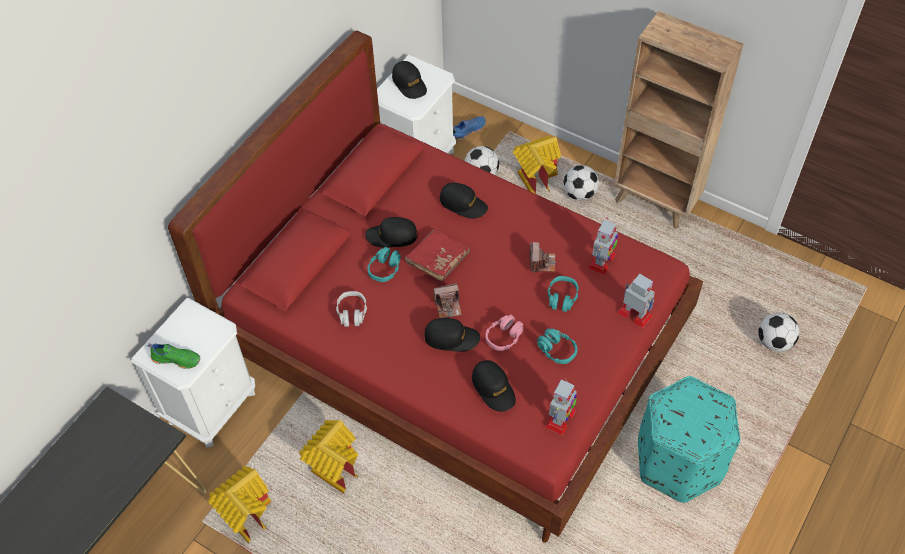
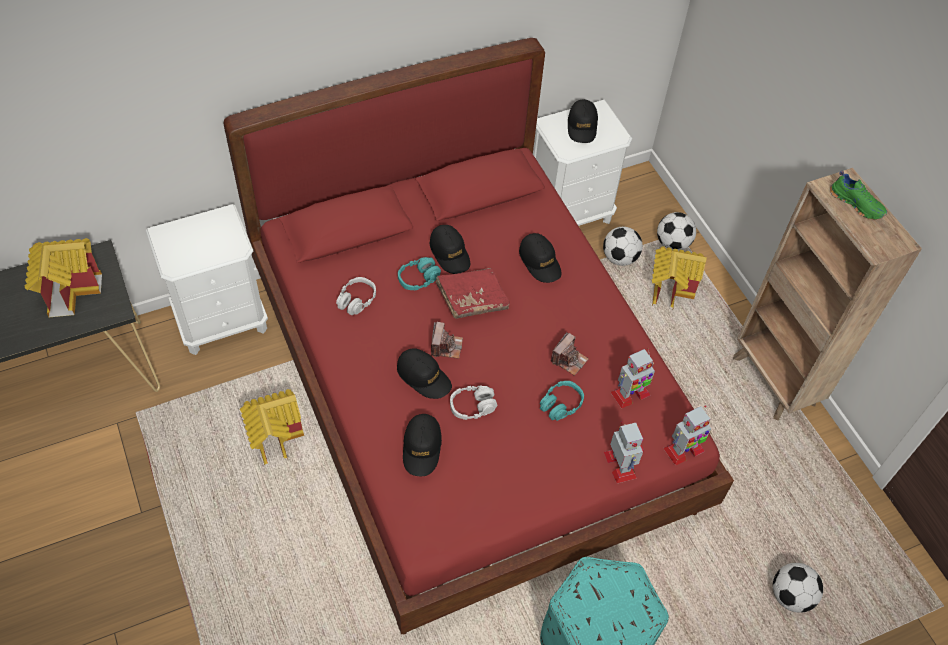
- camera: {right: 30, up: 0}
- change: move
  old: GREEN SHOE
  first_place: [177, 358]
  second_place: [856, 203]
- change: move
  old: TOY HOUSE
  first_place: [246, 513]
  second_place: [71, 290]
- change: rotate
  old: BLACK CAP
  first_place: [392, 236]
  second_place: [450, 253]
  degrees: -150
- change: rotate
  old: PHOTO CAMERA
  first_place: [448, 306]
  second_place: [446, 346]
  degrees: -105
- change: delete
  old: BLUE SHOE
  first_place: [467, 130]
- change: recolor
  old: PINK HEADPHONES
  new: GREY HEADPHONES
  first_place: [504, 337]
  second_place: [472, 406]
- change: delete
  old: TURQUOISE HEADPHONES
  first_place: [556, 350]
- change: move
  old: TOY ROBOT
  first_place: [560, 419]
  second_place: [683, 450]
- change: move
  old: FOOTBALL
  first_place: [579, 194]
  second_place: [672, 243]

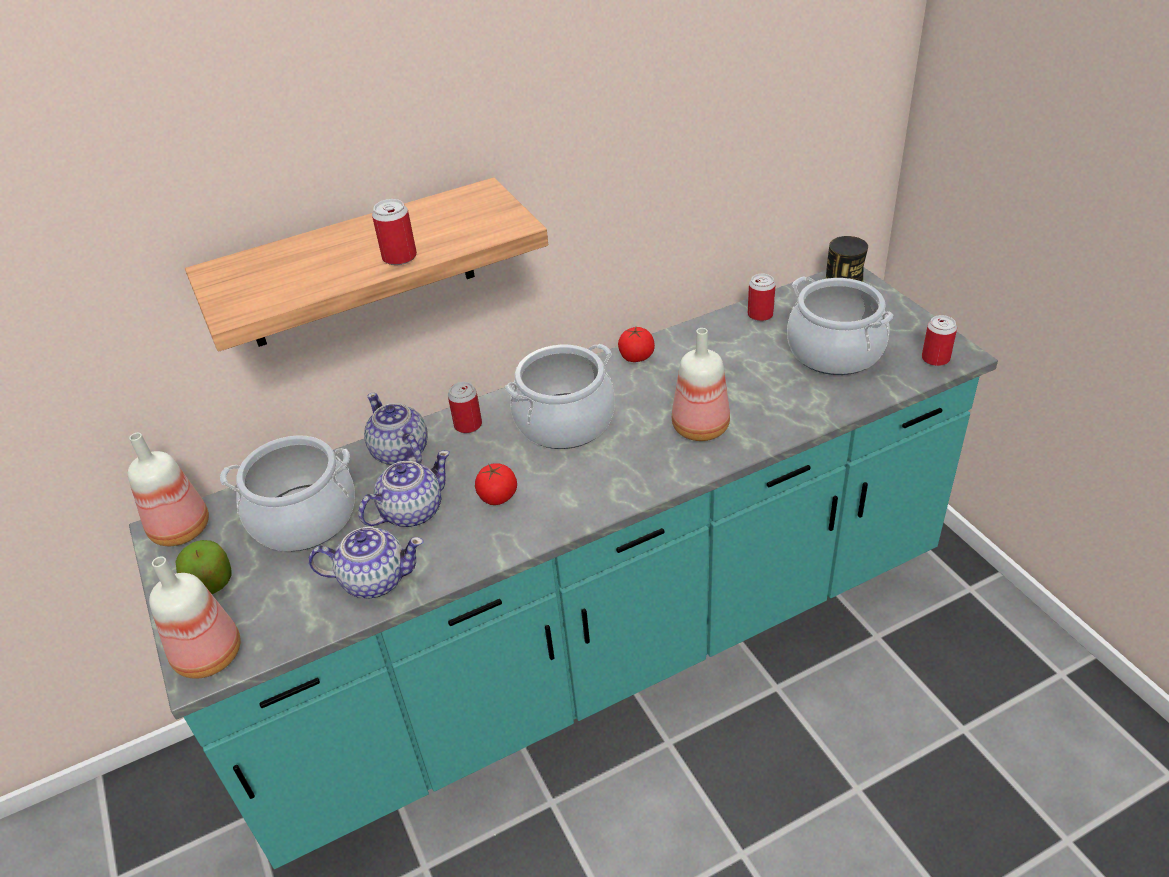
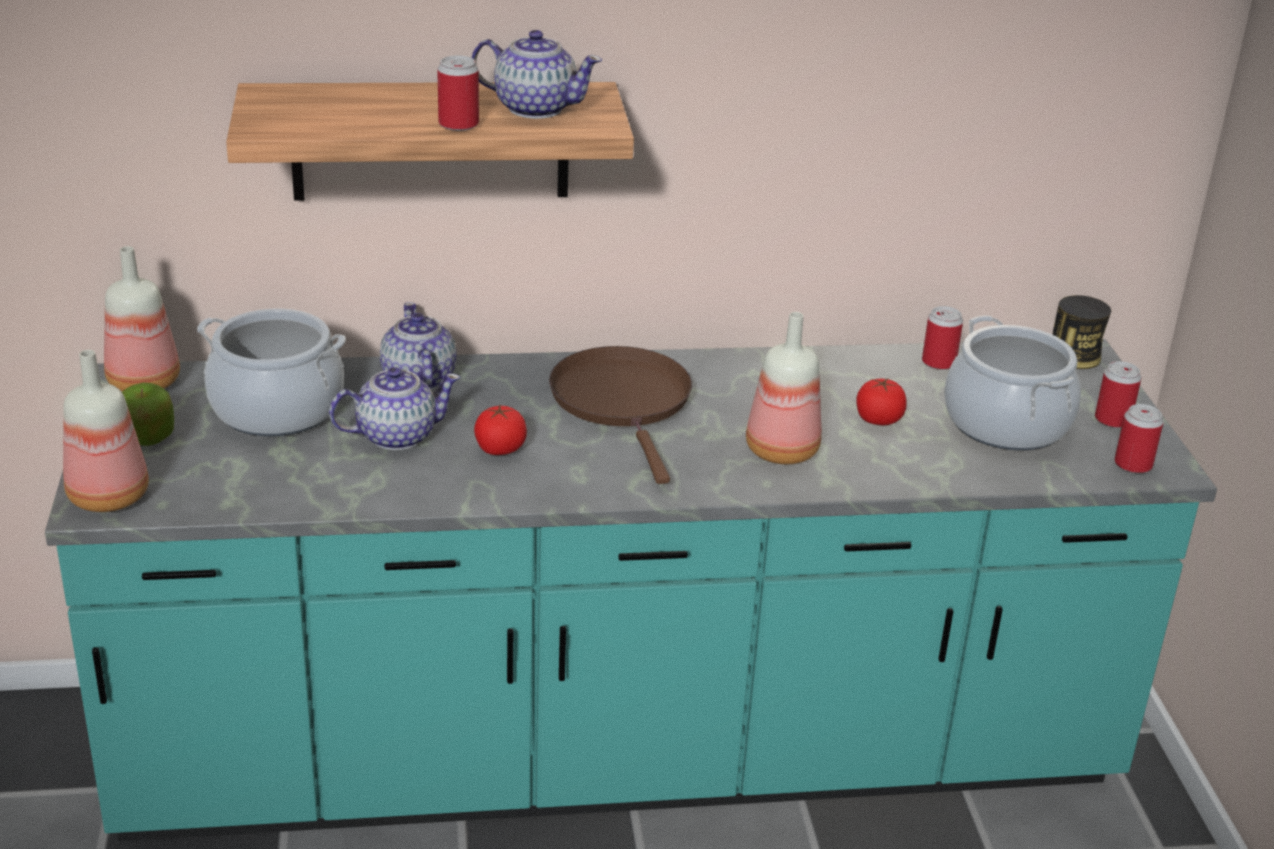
- camera: {right: 15, up: -10}
- change: move
  old: TEAPOT
  first_place: [374, 579]
  second_place: [534, 108]
- change: move
  old: CAN
  first_place: [468, 425]
  second_place: [1112, 420]
- change: replace
  old: COOKING POT
  new: BROWN FRYING PAN
  first_place: [564, 421]
  second_place: [623, 402]
- change: move
  old: TOMATO
  first_place: [636, 357]
  second_place: [878, 420]

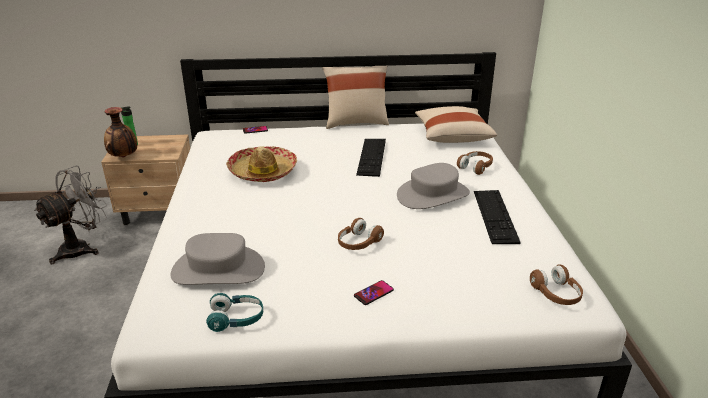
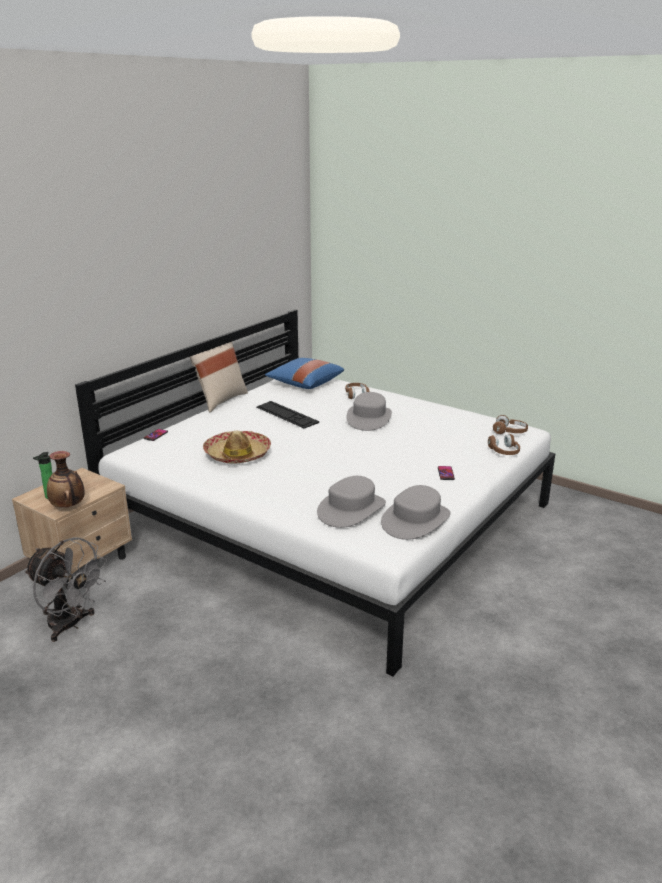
- camera: {right: -50, up: -5}
- change: rotate
  old: GREY FAN
  first_place: [82, 248]
  second_place: [71, 625]
  degrees: 135
- change: replace
  old: TURQUOISE HEADPHONES
  new: GREY HAT
  first_place: [236, 319]
  second_place: [416, 520]
- change: move
  old: BROWN HEADPHONES
  first_place: [358, 243]
  second_place: [504, 452]
- change: recolor
  old: BEIGE PILLOW
  new: BLUE PILLOW
  first_place: [452, 136]
  second_place: [304, 383]
- change: delete
  old: KEYBOARD
  first_place: [495, 216]

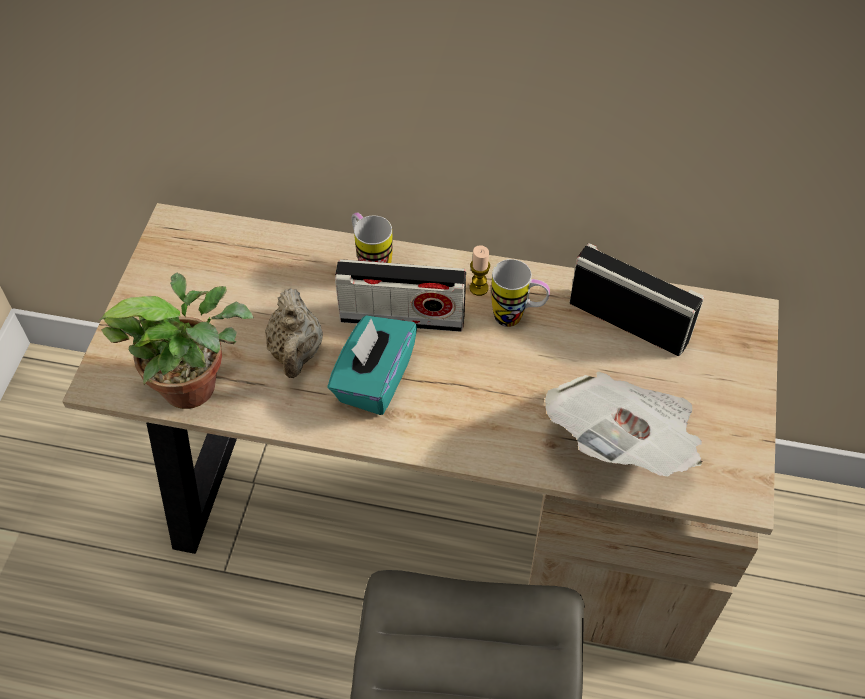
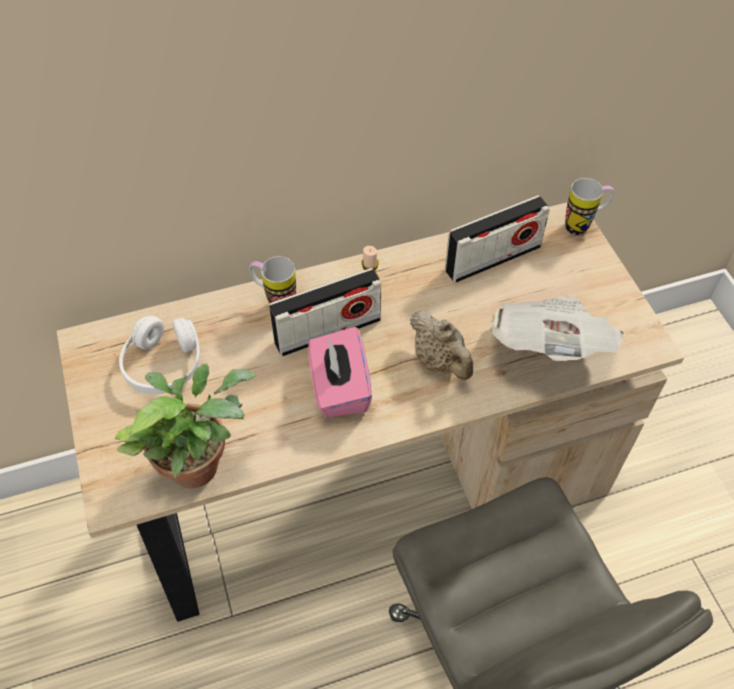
- camera: {right: -30, up: 0}
- change: move
  old: BEIGE TEAPOT
  first_place: [296, 352]
  second_place: [440, 361]
- change: recolor
  old: TURQUOISE TISSUE BOX
  new: PINK TISSUE BOX
  first_place: [374, 380]
  second_place: [339, 388]
- change: move
  old: MUG
  first_place: [517, 318]
  second_place: [583, 225]
- change: rotate
  old: RADIO
  first_place: [628, 321]
  second_place: [492, 258]
  degrees: 150
- change: insert
  new: WHITE HEADPHONES
  second_place: [163, 364]

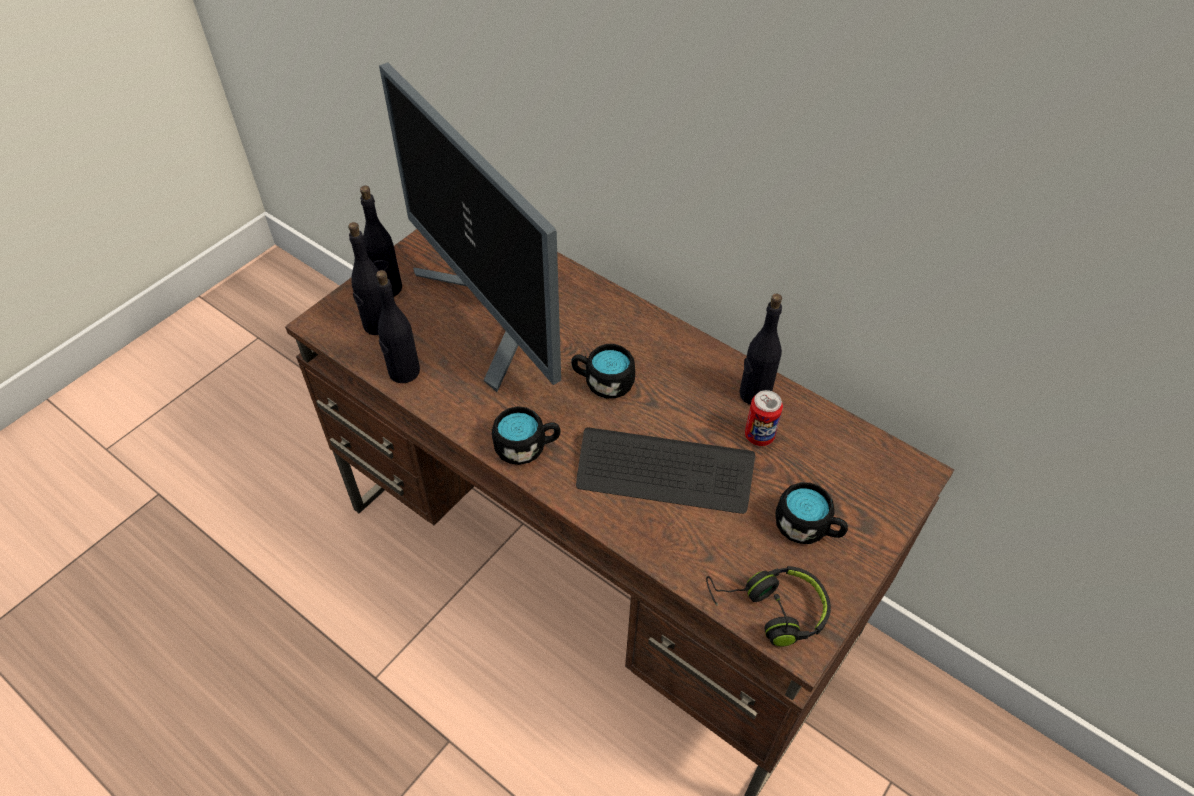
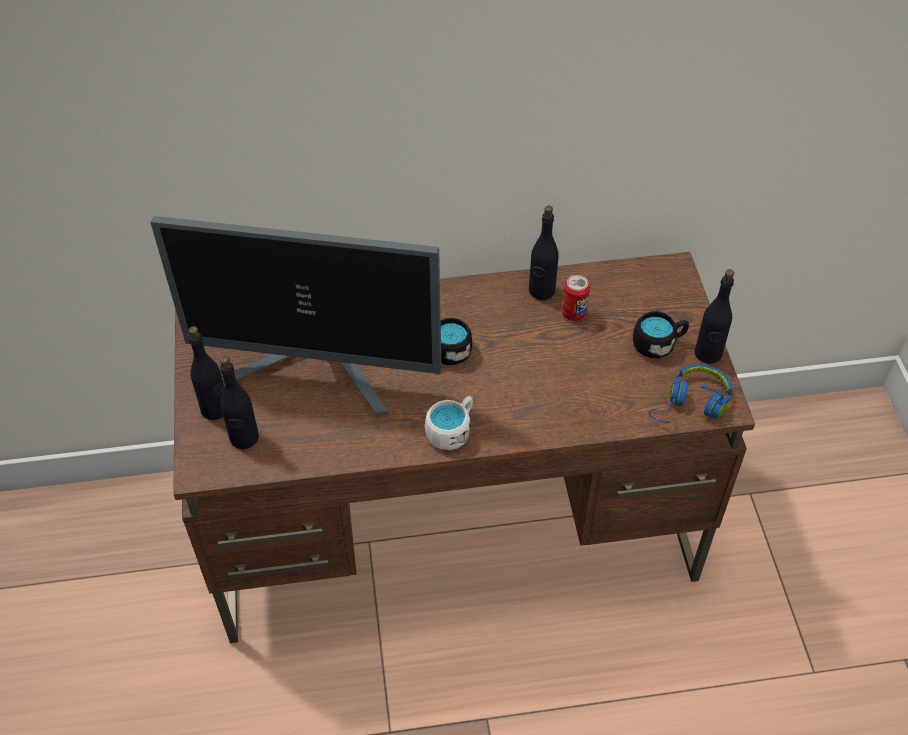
- camera: {right: -45, up: 0}
- change: move
  old: BLACK BOTTLE
  first_place: [403, 372]
  second_place: [708, 354]
- change: recolor
  old: BLACK MUG
  new: WHITE MUG
  first_place: [527, 446]
  second_place: [452, 430]
- change: delete
  old: KEYBOARD
  first_place: [664, 472]
- change: recolor
  old: BLACK HEADPHONES
  new: BLUE HEADPHONES
  first_place: [769, 610]
  second_place: [692, 404]

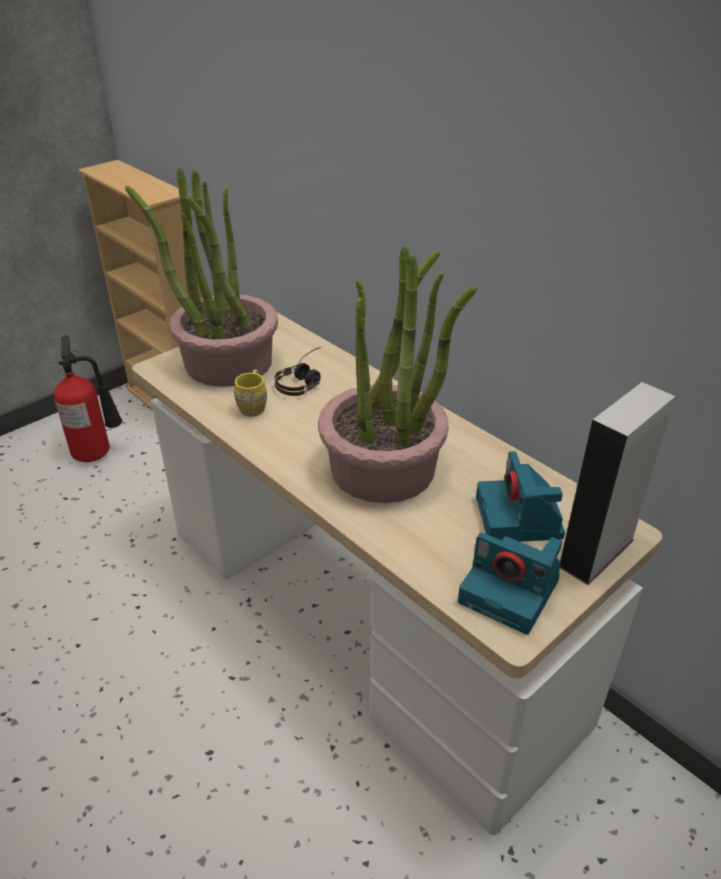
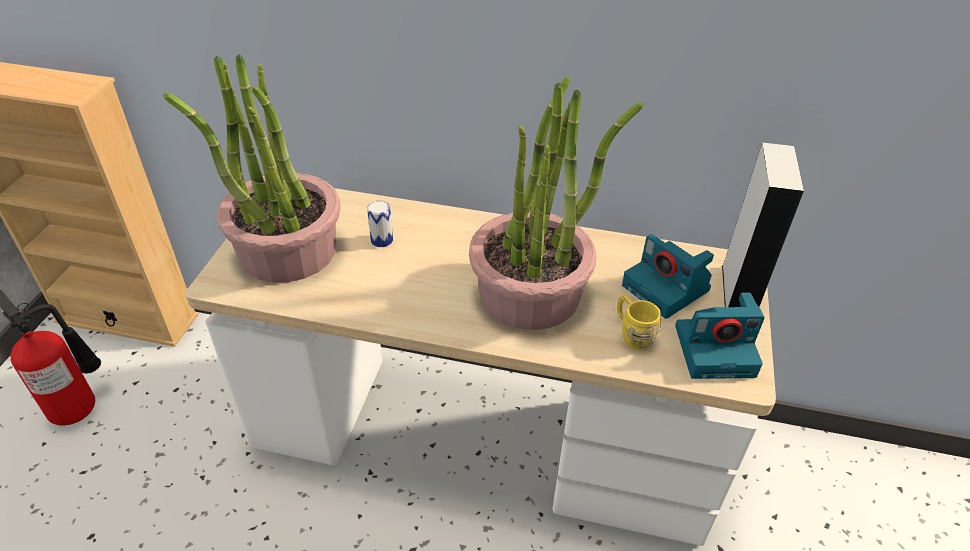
- camera: {right: -35, up: 5}
- change: move
  old: YELLOW MUG
  first_place: [254, 405]
  second_place: [632, 334]
- change: replace
  old: HEADPHONES
  new: CAN
  first_place: [304, 381]
  second_place: [382, 240]

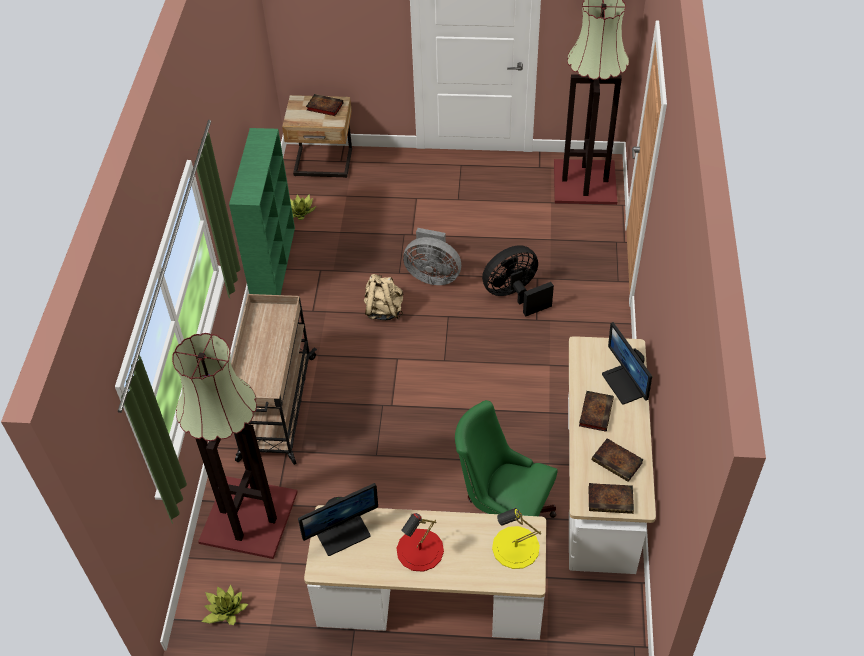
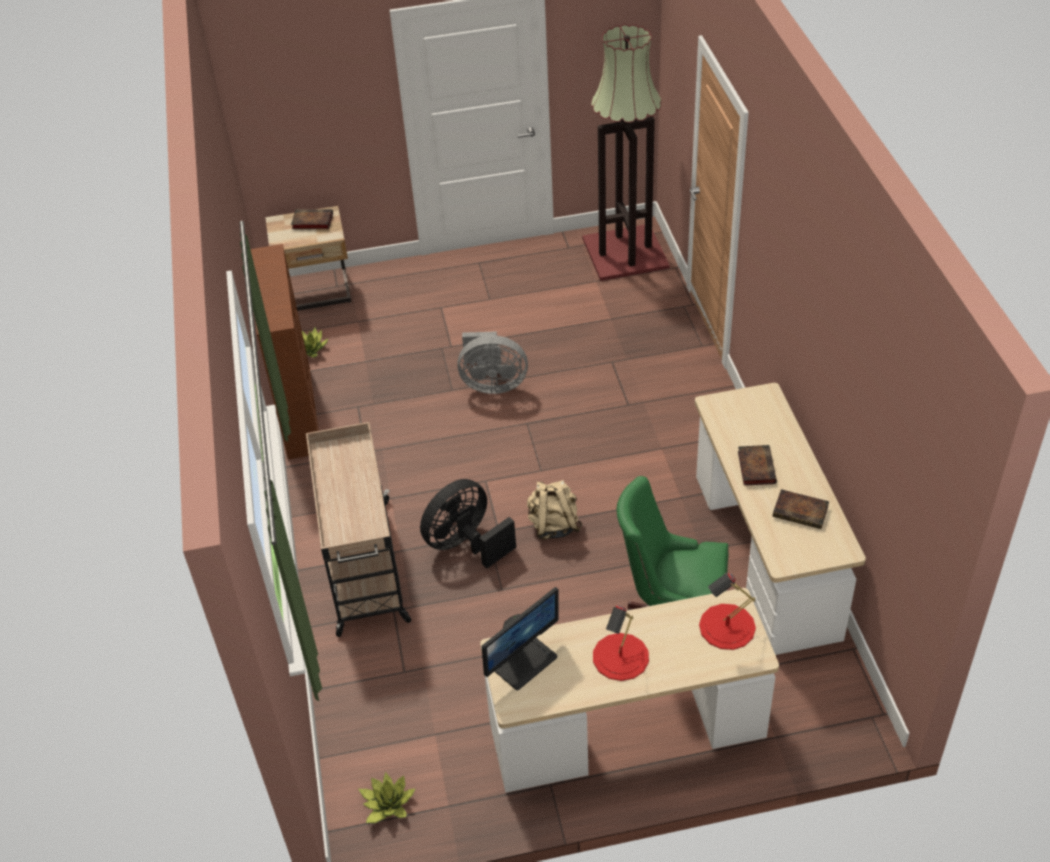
- camera: {right: -15, up: -5}
- change: delete
  old: FLOOR LAMP
  first_place: [247, 518]
- change: recolor
  old: GREEN BOOKCASE
  new: BROWN BOOKCASE
  first_place: [273, 263]
  second_place: [298, 411]
- change: move
  old: BEIGE BACKPACK
  first_place: [384, 310]
  second_place: [553, 525]
- change: move
  old: BLACK FAN
  first_place: [515, 295]
  second_place: [466, 544]
- change: recolor
  old: YELLOW TABLE LAMP
  new: RED TABLE LAMP
  first_place: [515, 547]
  second_place: [727, 627]
- change: delete
  old: BOOK
  first_place: [611, 500]
- change: delete
  old: MONITOR
  first_place: [625, 384]

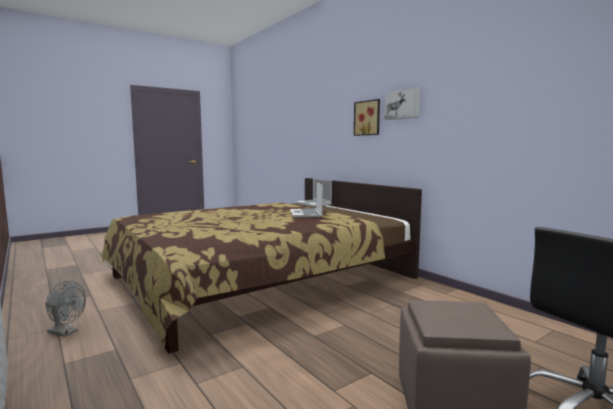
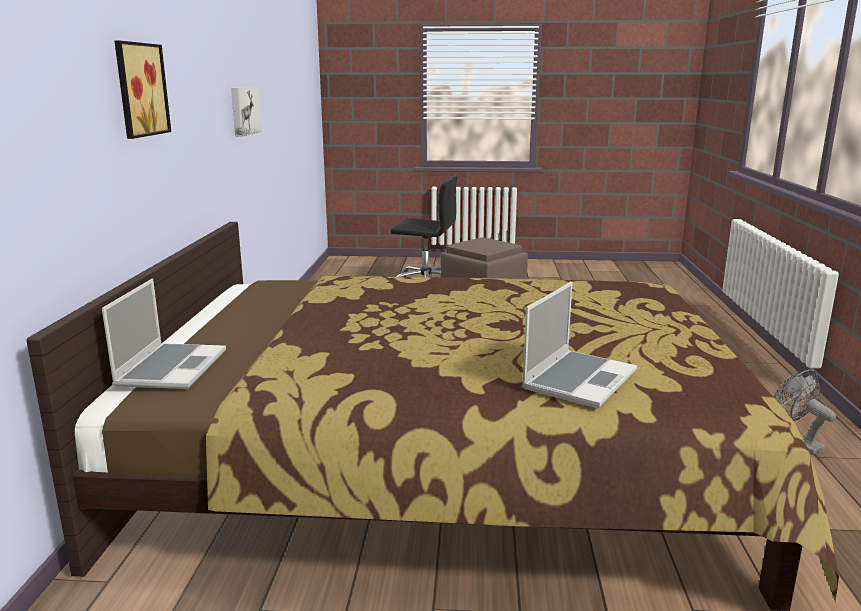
- camera: {right: -140, up: 10}
- change: move
  old: LAPTOP
  first_place: [306, 214]
  second_place: [579, 379]
- change: move
  old: PICTURE
  first_place: [402, 104]
  second_place: [244, 111]

